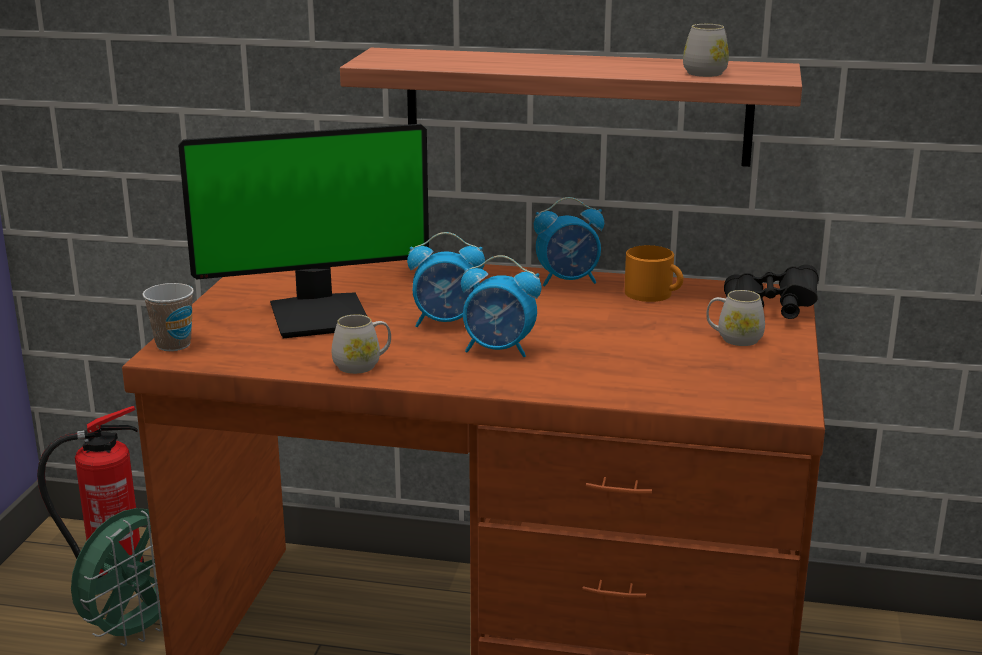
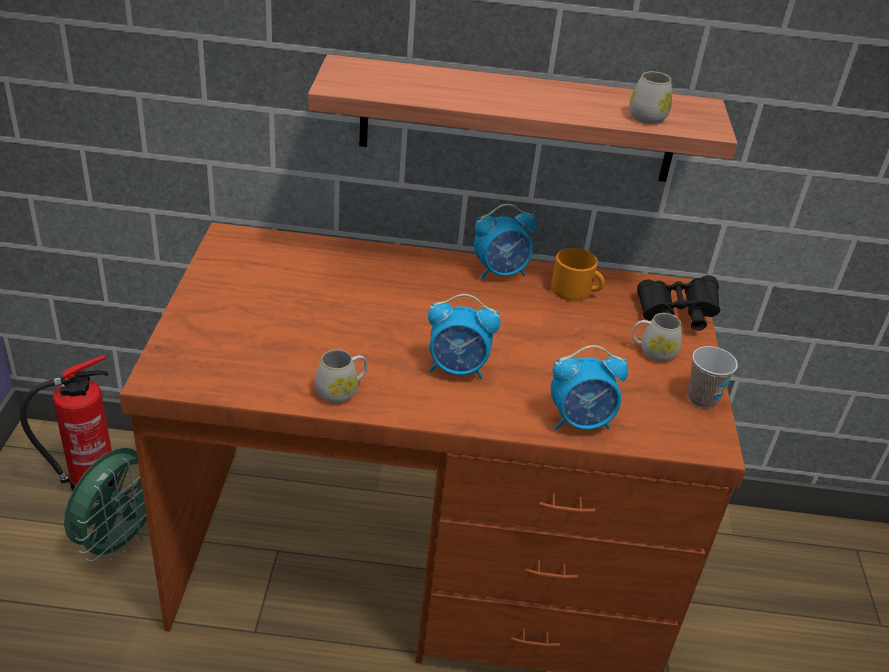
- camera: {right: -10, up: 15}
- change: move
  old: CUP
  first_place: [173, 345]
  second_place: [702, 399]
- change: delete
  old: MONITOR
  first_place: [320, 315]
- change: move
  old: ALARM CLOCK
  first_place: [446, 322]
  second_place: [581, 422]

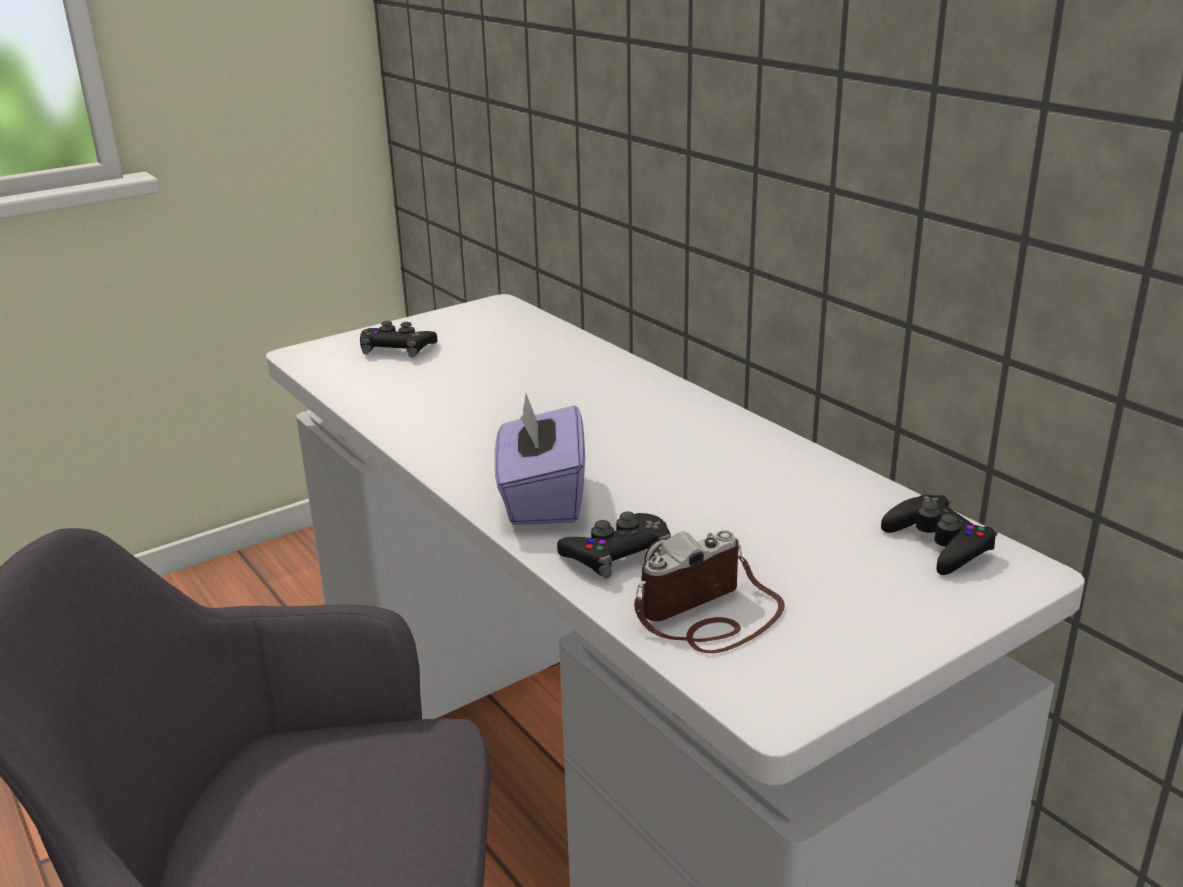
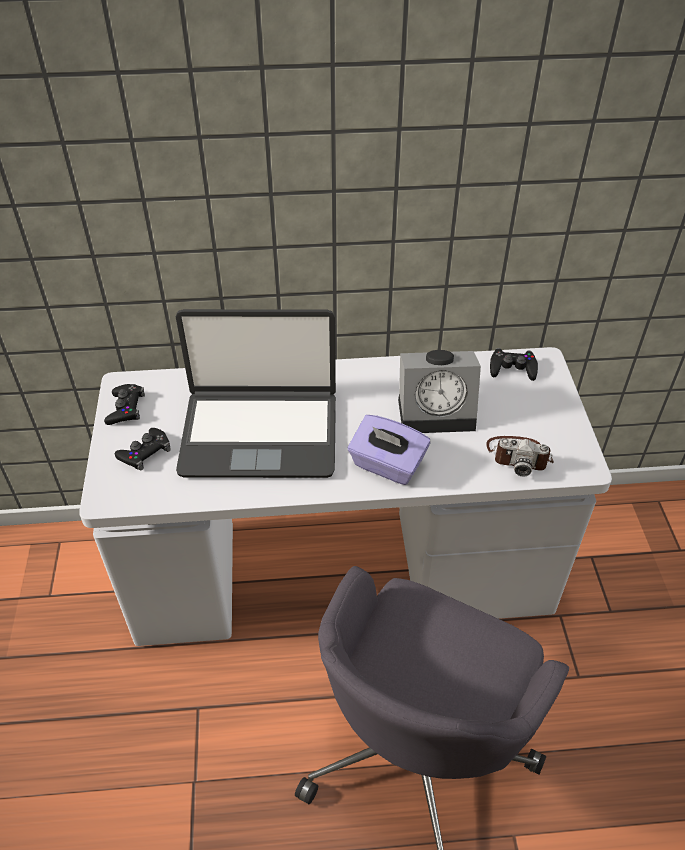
- camera: {right: -60, up: 20}
- change: move
  old: BLACK GAME CONTROLLER
  first_place: [617, 554]
  second_place: [126, 408]
- change: rotate
  old: PHOTO CAMERA
  first_place: [708, 614]
  second_place: [518, 456]
  degrees: -75
- change: insert
  new: LAPTOP
  second_place: [260, 433]
- change: insert
  new: ALARM CLOCK
  second_place: [438, 411]

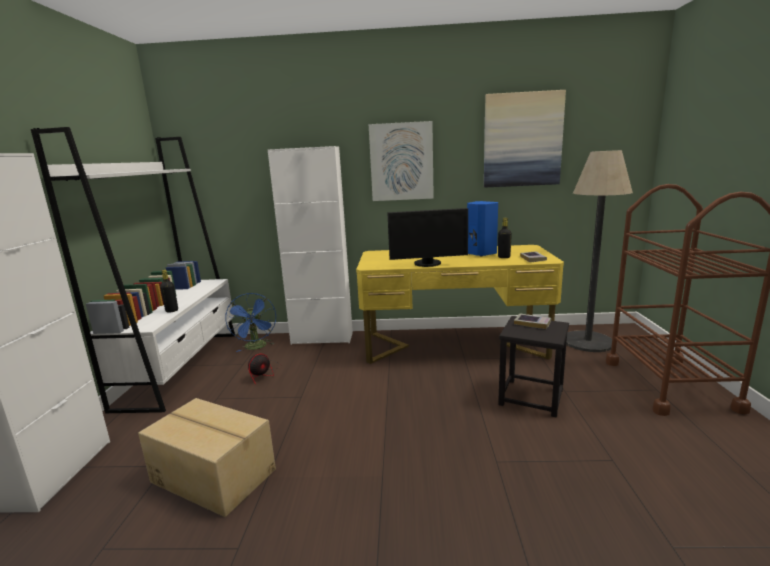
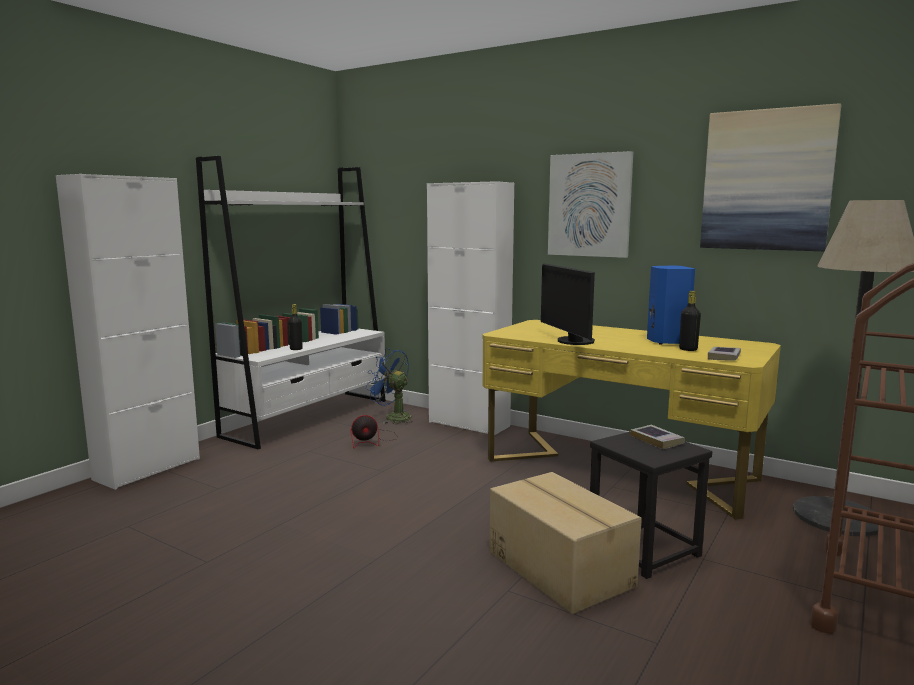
- camera: {right: 30, up: -5}
- change: move
  old: CARDBOARD BOX
  first_place: [214, 475]
  second_place: [560, 568]
- change: rotate
  old: BLUE FAN
  first_place: [256, 347]
  second_place: [392, 417]
  degrees: 105
- change: rotate
  old: MONITOR
  first_place: [428, 264]
  second_place: [572, 341]
  degrees: 45

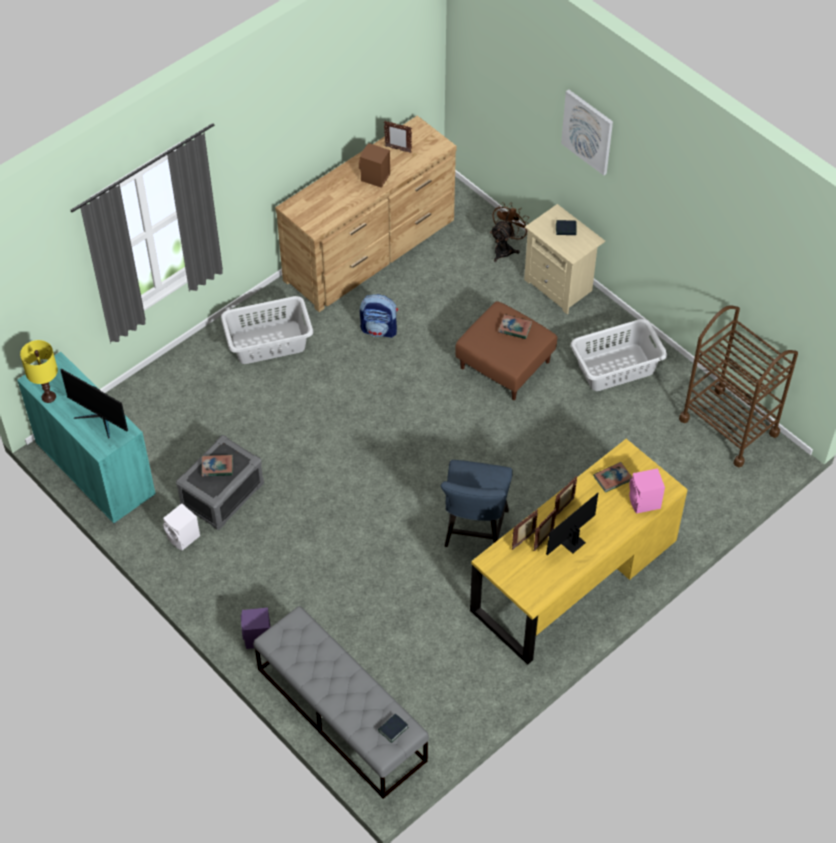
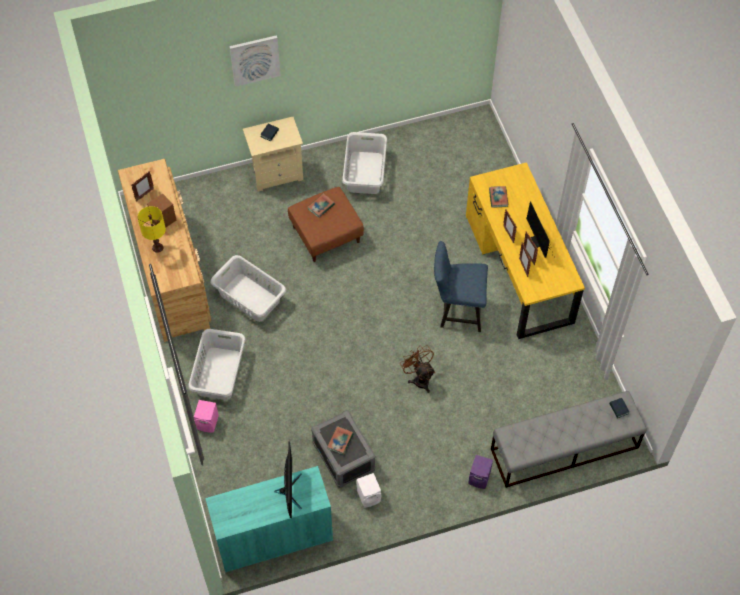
- camera: {right: -65, up: 5}
- change: move
  old: YELLOW TABLE LAMP
  first_place: [49, 397]
  second_place: [158, 247]
- change: rotate
  old: MONITOR
  first_place: [100, 419]
  second_place: [289, 491]
  degrees: -60
- change: replace
  old: BACKPACK
  new: GREY LAUNDRY BASKET
  first_place: [379, 329]
  second_place: [250, 297]
- change: rotate
  old: BLUE CHAIR
  first_place: [474, 532]
  second_place: [457, 311]
  degrees: 150
- change: move
  old: BROWN FAN
  first_place: [506, 248]
  second_place: [419, 378]
- change: move
  old: PINK SPEAKER
  first_place: [644, 502]
  second_place: [208, 423]
- change: delete
  old: BROWN CART
  first_place: [729, 426]

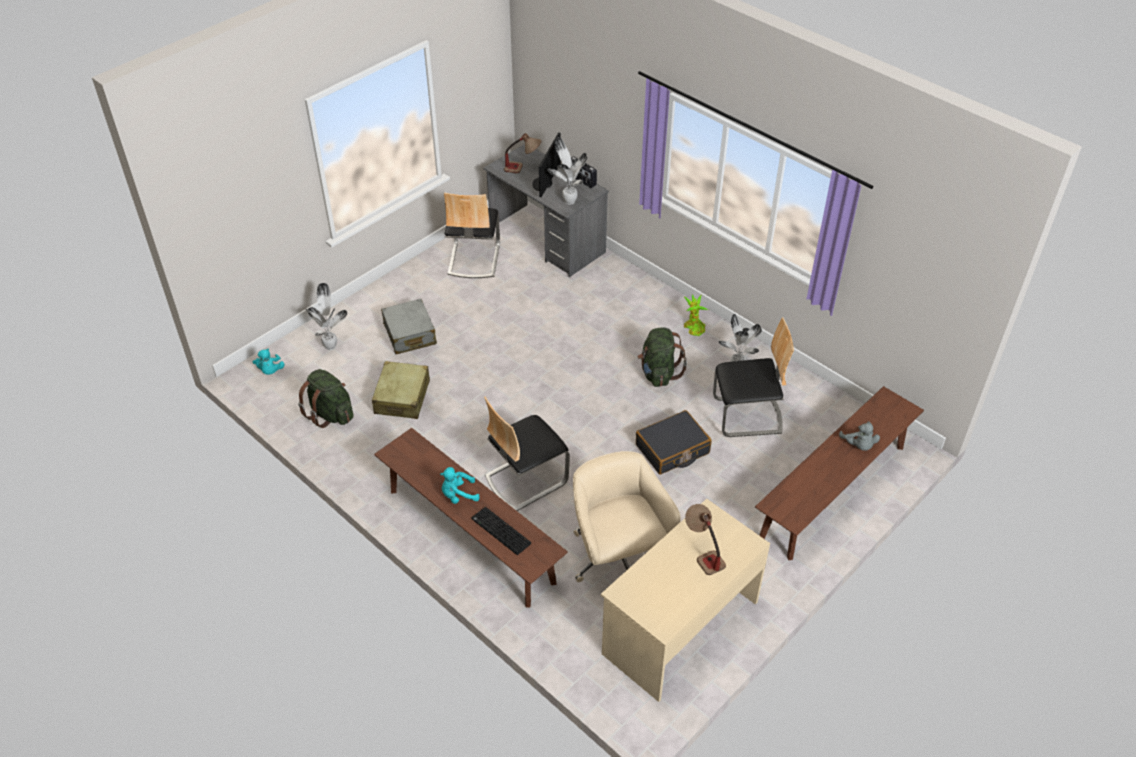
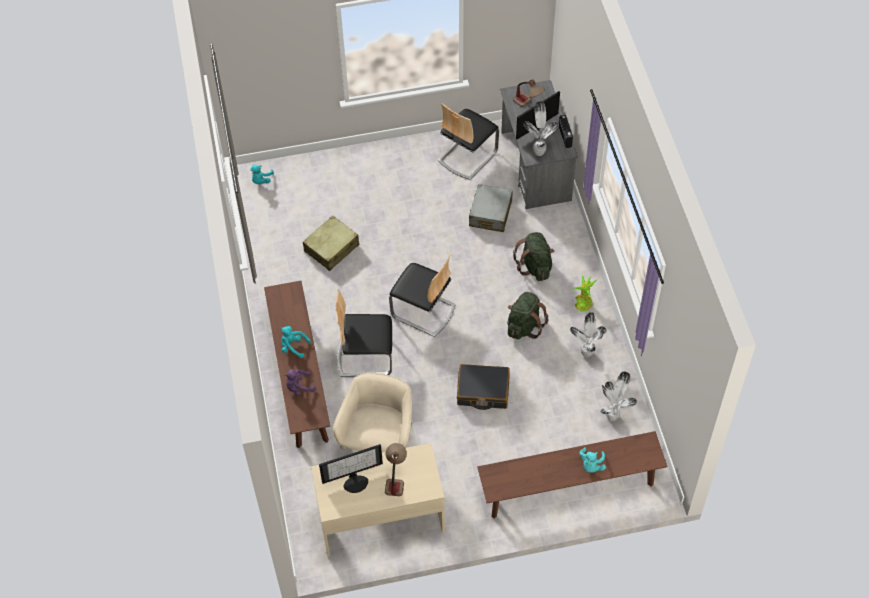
- camera: {right: 35, up: 10}
- change: move
  old: GREEN BACKPACK
  first_place: [330, 414]
  second_place: [535, 266]
- change: move
  old: POTTED PLANT
  first_place: [330, 345]
  second_place: [612, 416]
- change: move
  old: GREY SUITCASE
  first_place: [409, 334]
  second_place: [490, 214]
- change: replace
  old: KEYBOARD
  new: PURPLE PLUSH TOY
  first_place: [499, 531]
  second_place: [299, 387]
- change: move
  old: CHAIR
  first_place: [747, 416]
  second_place: [423, 311]
- change: recolor
  old: GREY PLUSH TOY
  new: TURQUOISE PLUSH TOY
  first_place: [858, 445]
  second_place: [591, 465]
- change: insert
  new: MONITOR
  second_place: [355, 481]

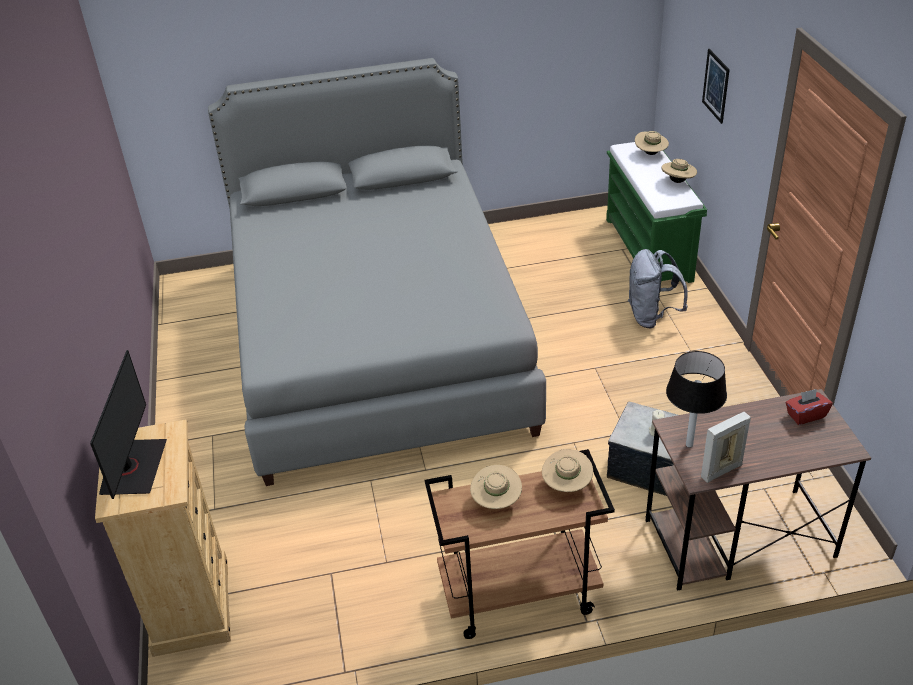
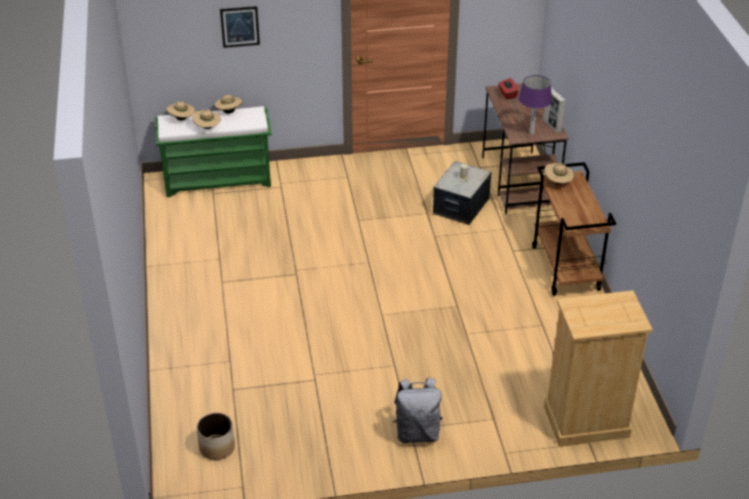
- camera: {right: -90, up: 0}
- change: delete
  old: MONITOR
  first_place: [133, 468]
- change: delete
  old: GREY BED
  first_place: [376, 341]
- change: move
  old: BEIGE HAT
  first_place: [496, 501]
  second_place: [207, 127]
- change: move
  old: GREY BACKPACK
  first_place: [652, 317]
  second_place: [417, 433]
- change: recolor
  old: BLACK TABLE LAMP
  new: PURPLE TABLE LAMP
  first_place: [689, 445]
  second_place: [531, 133]
- change: insert
  new: PLANTER
  second_place: [217, 447]

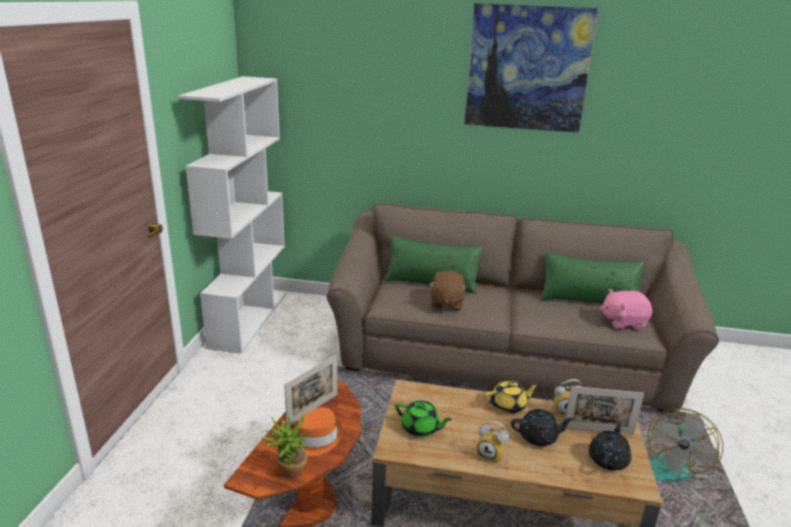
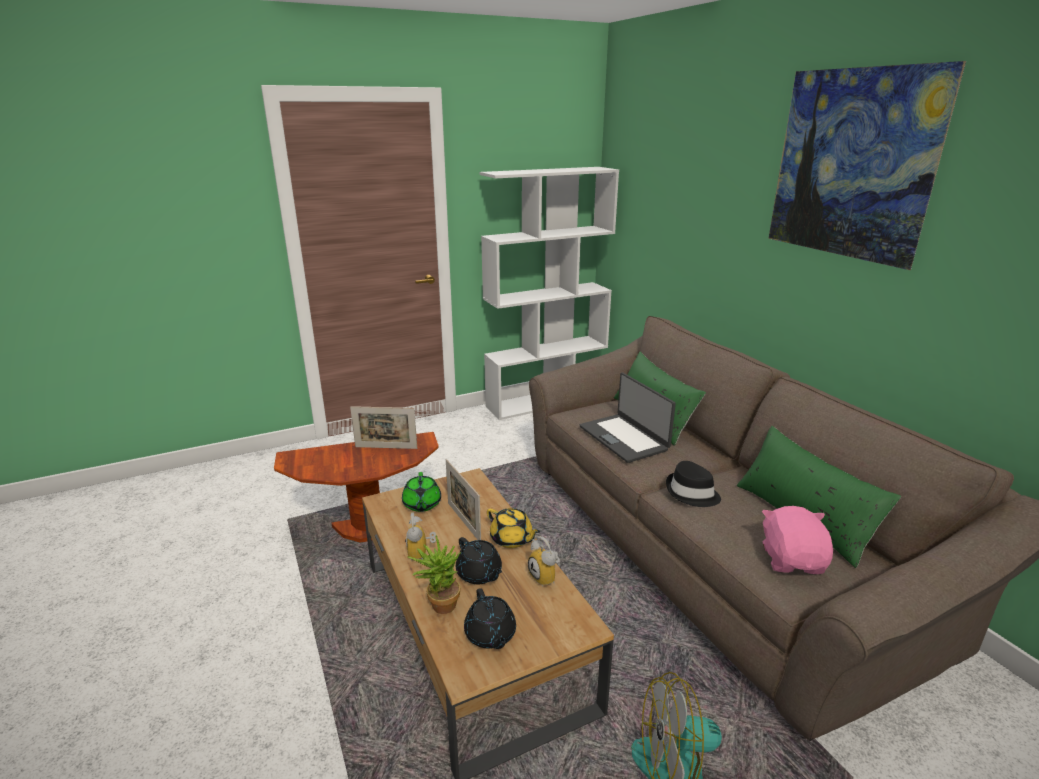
- camera: {right: 55, up: 0}
- change: move
  old: POTTED PLANT
  first_place: [289, 473]
  second_place: [439, 605]
- change: delete
  old: ORANGE HAT
  first_place: [315, 439]
- change: replace
  old: BROWN PLUSH TOY
  new: LAPTOP
  first_place: [446, 303]
  second_place: [624, 438]
- change: move
  old: PICTURE FRAME
  first_place: [598, 430]
  second_place: [463, 522]
- change: rotate
  old: BLACK TEAPOT
  first_place: [608, 459]
  second_place: [490, 635]
  degrees: 75
- change: rotate
  old: PINK PLUSH TOY
  first_place: [623, 322]
  second_place: [792, 560]
  degrees: 45
- change: insert
  new: BLACK HAT
  second_place: [691, 493]

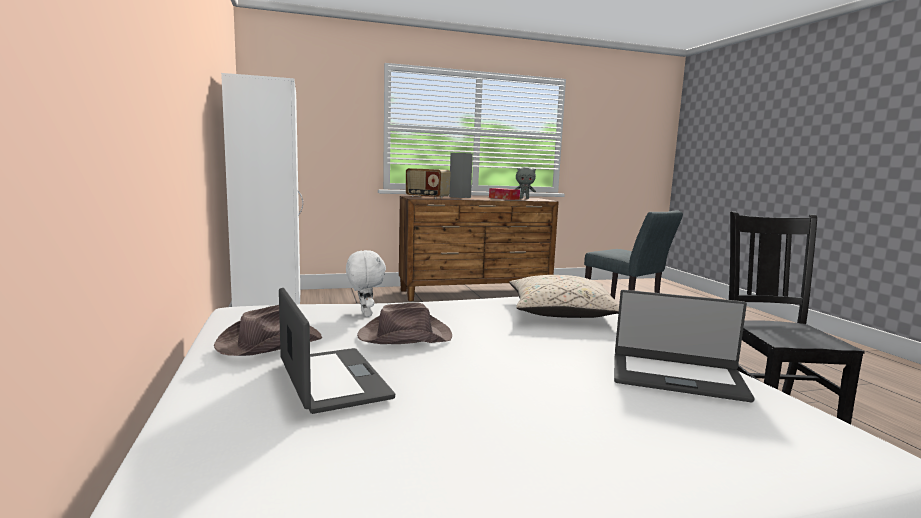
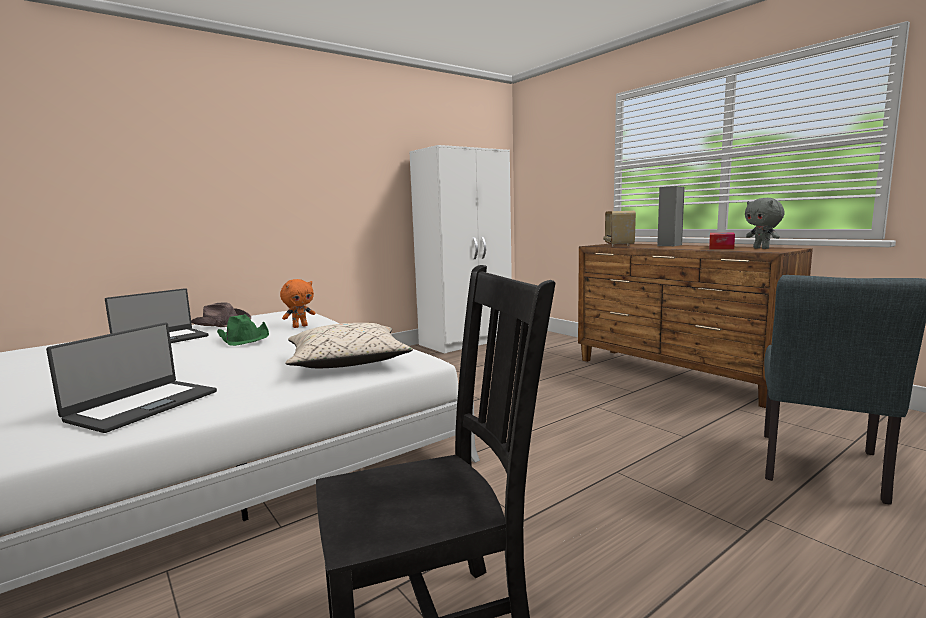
- camera: {right: 70, up: 0}
- change: recolor
  old: WHITE PLUSH TOY
  new: ORANGE PLUSH TOY
  first_place: [364, 314]
  second_place: [300, 326]
- change: recolor
  old: BROWN HAT
  new: GREEN HAT
  first_place: [403, 336]
  second_place: [244, 338]
- change: rotate
  old: LAPTOP
  first_place: [677, 377]
  second_place: [142, 405]
  degrees: -150

